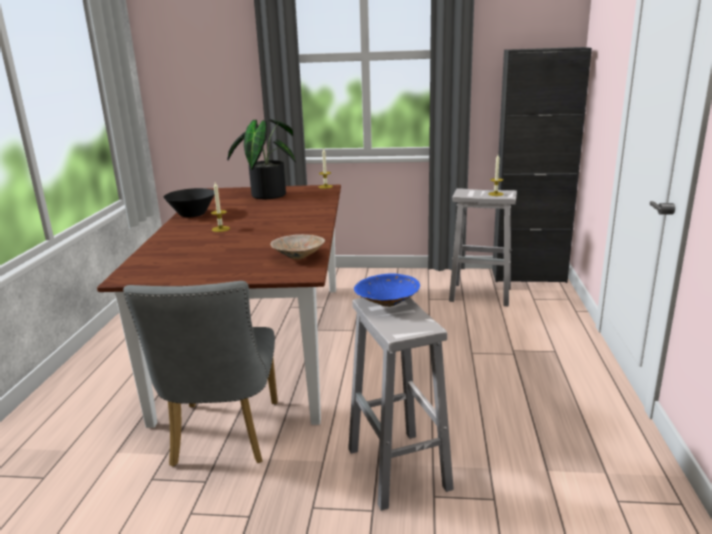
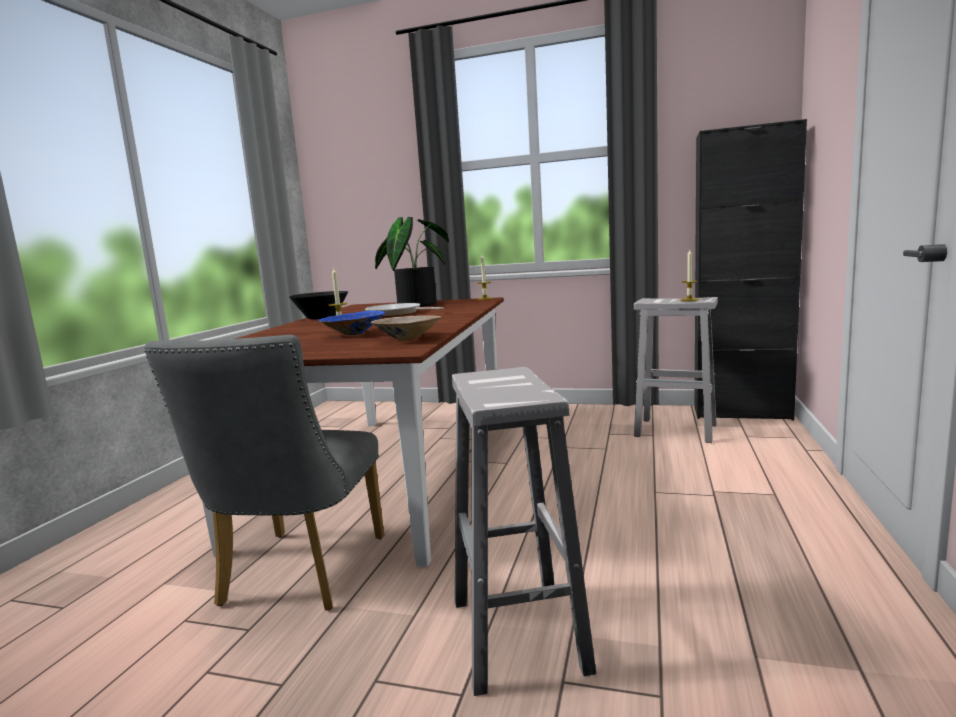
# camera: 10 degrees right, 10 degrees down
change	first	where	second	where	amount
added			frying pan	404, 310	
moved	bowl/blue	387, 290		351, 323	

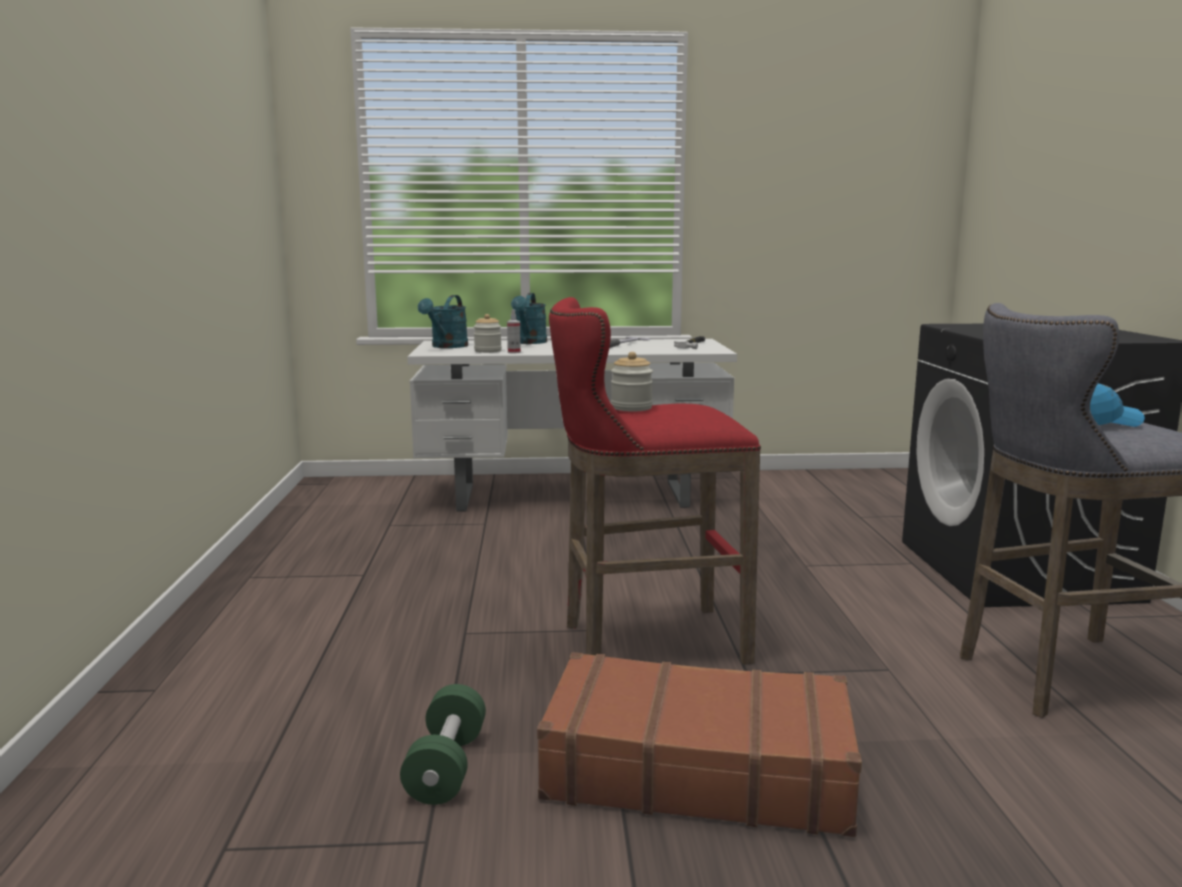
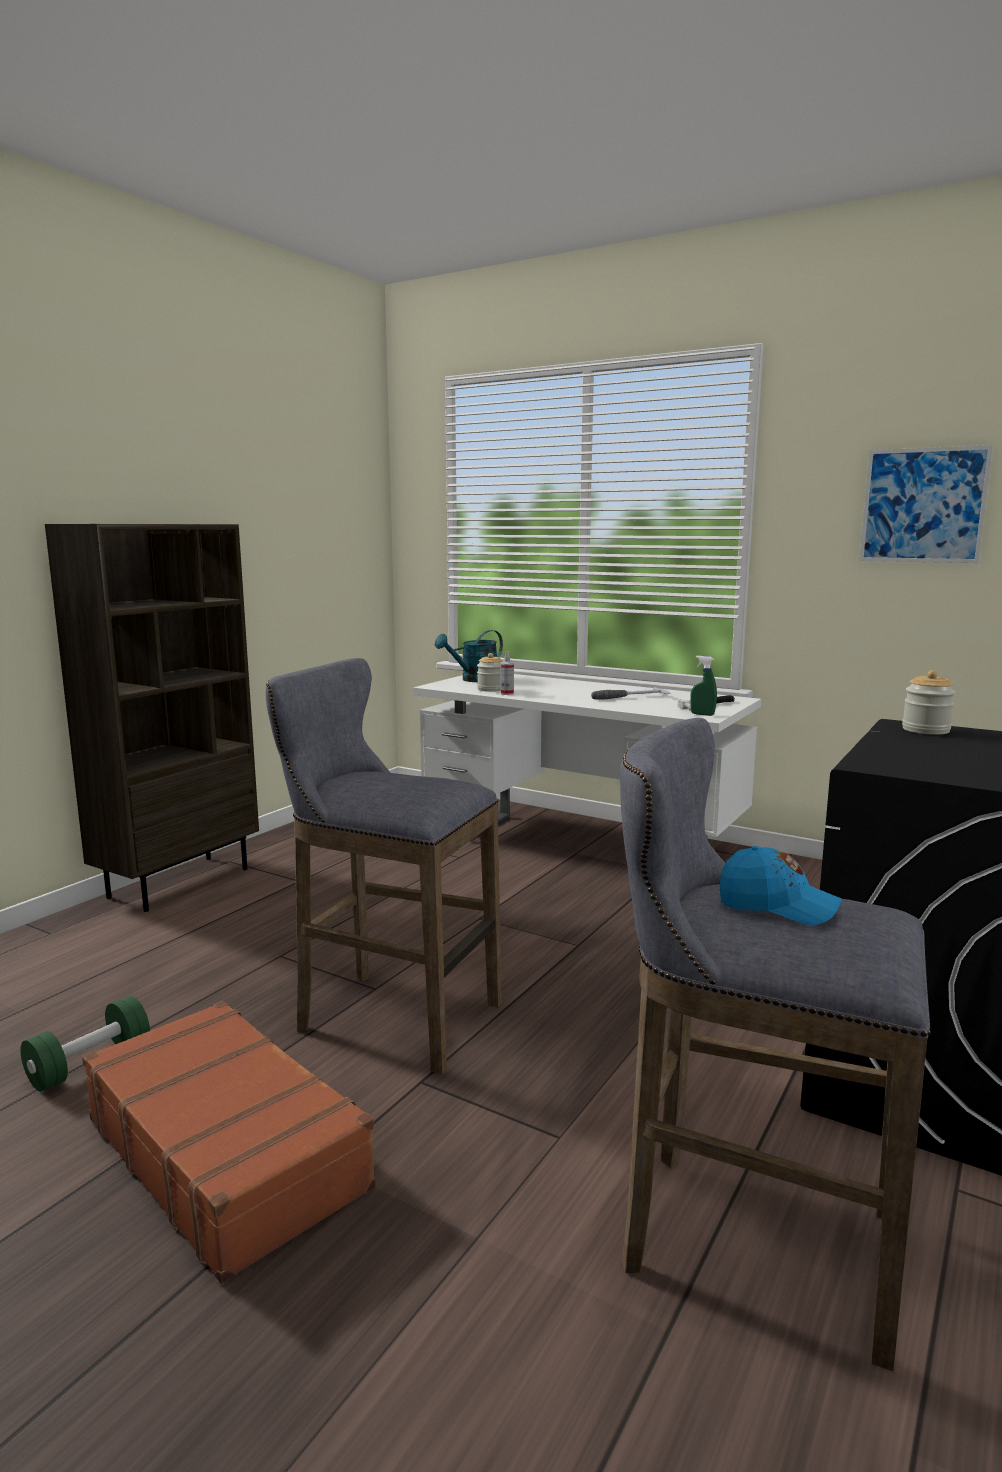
# camera: 35 degrees right, 0 degrees up
change	first	where	second	where	amount
removed	watering can/turquoise	529, 318			
added			bookcase/brown	152, 718	
added			spray bottle/green	703, 685	
added			picture	926, 504	
moved	jar	632, 381		929, 702	
recoloured	stool/red	655, 481	stool/grey	383, 866	

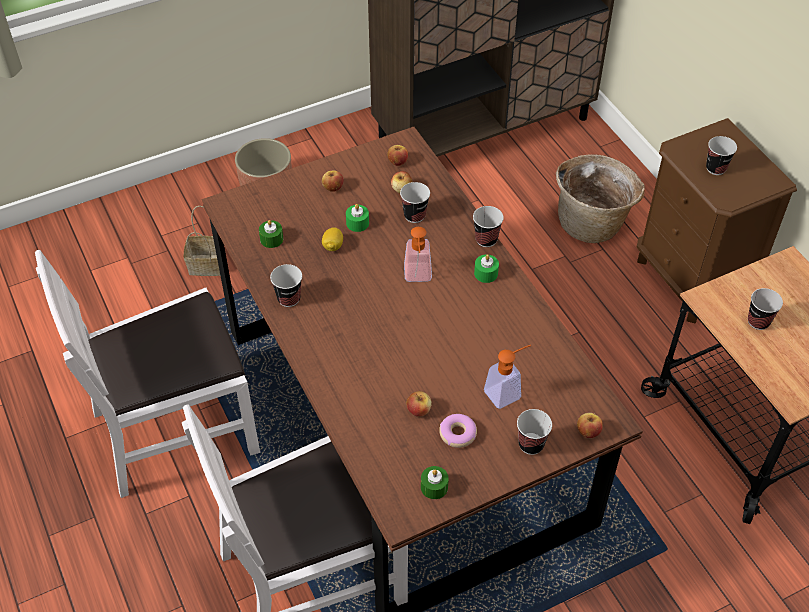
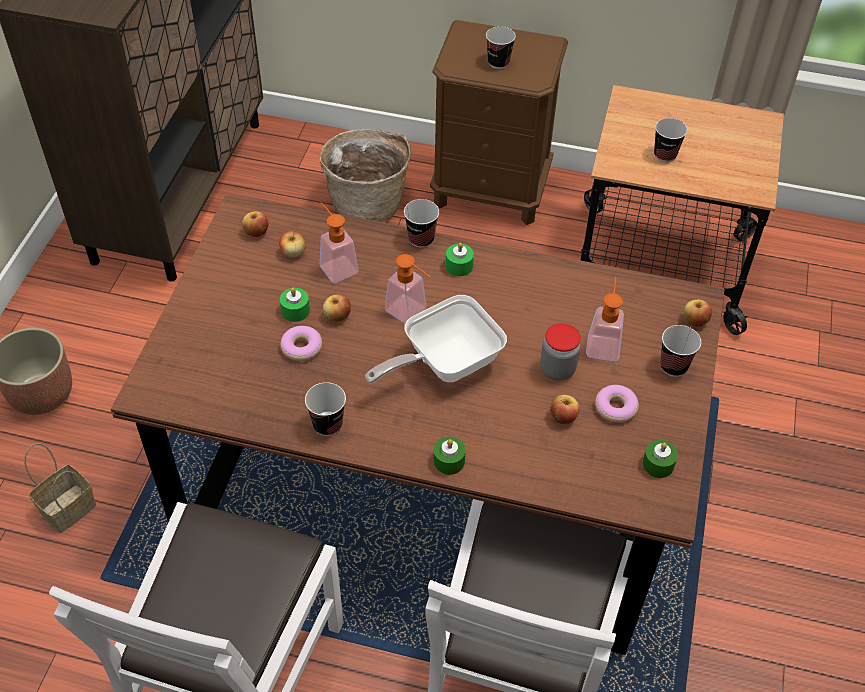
# camera: 50 degrees left, 0 degrees up
change	first	where	second	where	amount
added			frying pan	436, 339	
added			jar	560, 352	
moved	candle/green	271, 234		449, 456	
moved	apple	333, 181		337, 308	
replaced	lemon	332, 239	donut	301, 343	
replaced	cup	415, 202	soap dispenser	339, 242	

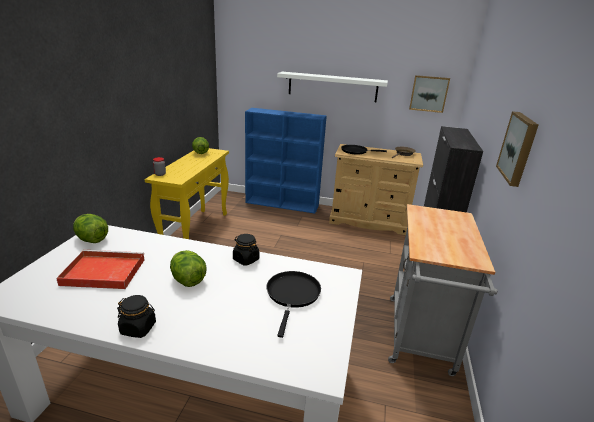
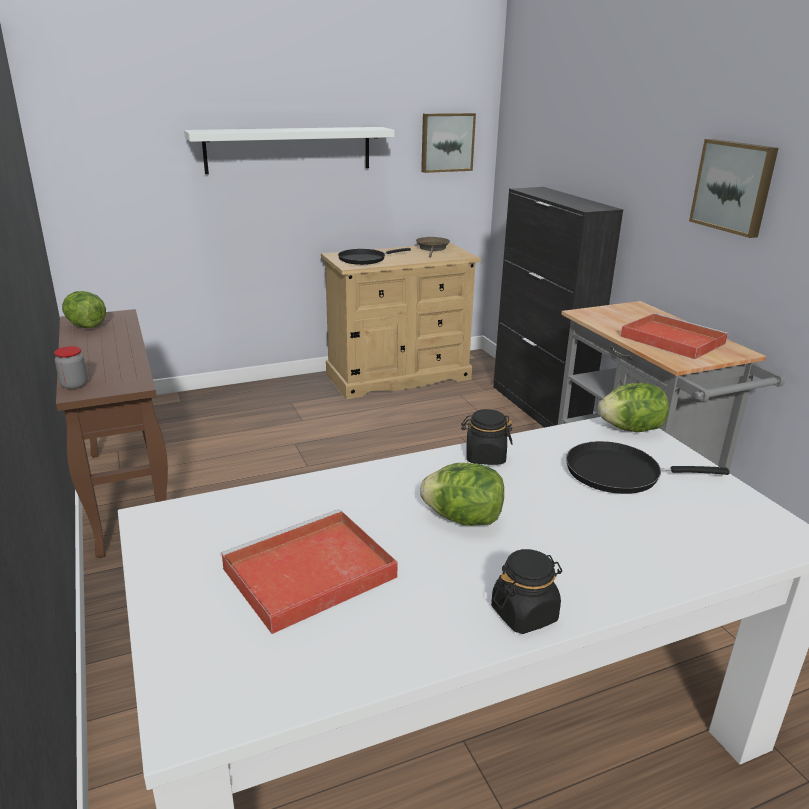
# camera: 35 degrees left, 0 degrees up
change	first	where	second	where	amount
removed	bookcase/blue	286, 161			
added			tray/red	674, 336	
moved	lettuce	90, 228		633, 407	
recoloured	console table/yellow	187, 193	console table/brown	112, 433	
turned	frying pan/black	294, 304		648, 467	60 degrees counterclockwise

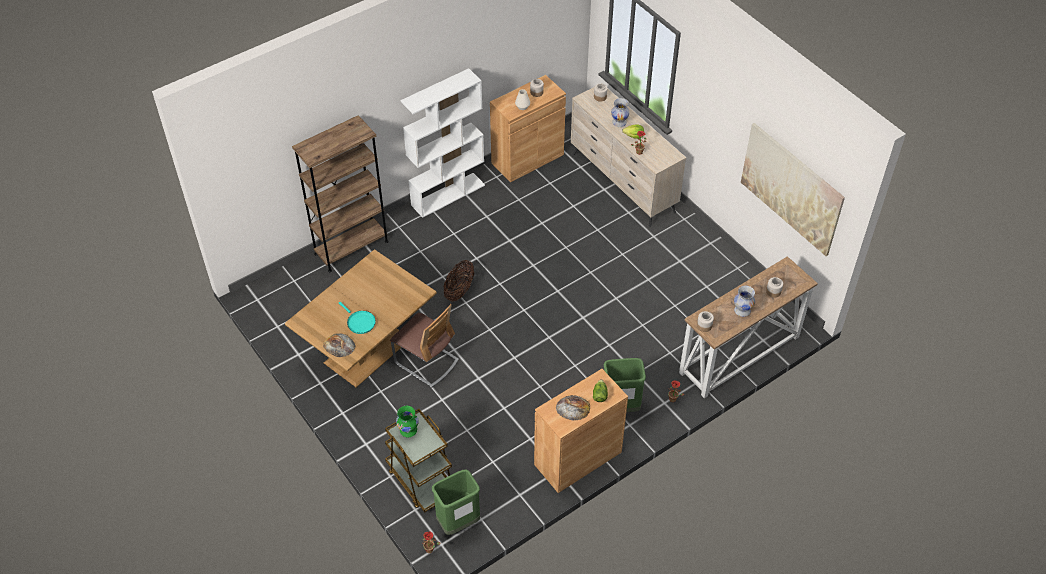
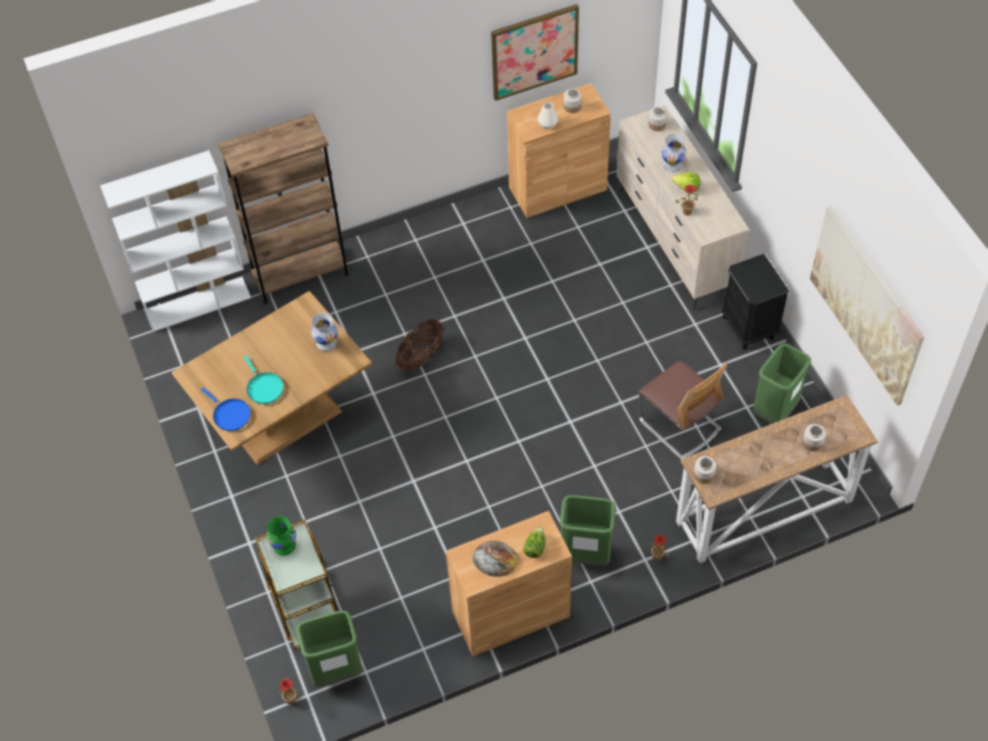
# camera: 15 degrees right, 5 degrees up
change	first	where	second	where	amount
added			picture	535, 52	
added			nightstand/black	755, 302	
added			trash can/green	781, 383	
moved	chair	424, 345		683, 410	
moved	bookcase/white	442, 143		175, 241	
moved	vase/white	744, 301		324, 332	
replaced	bread	339, 345	frying pan/blue	226, 409	

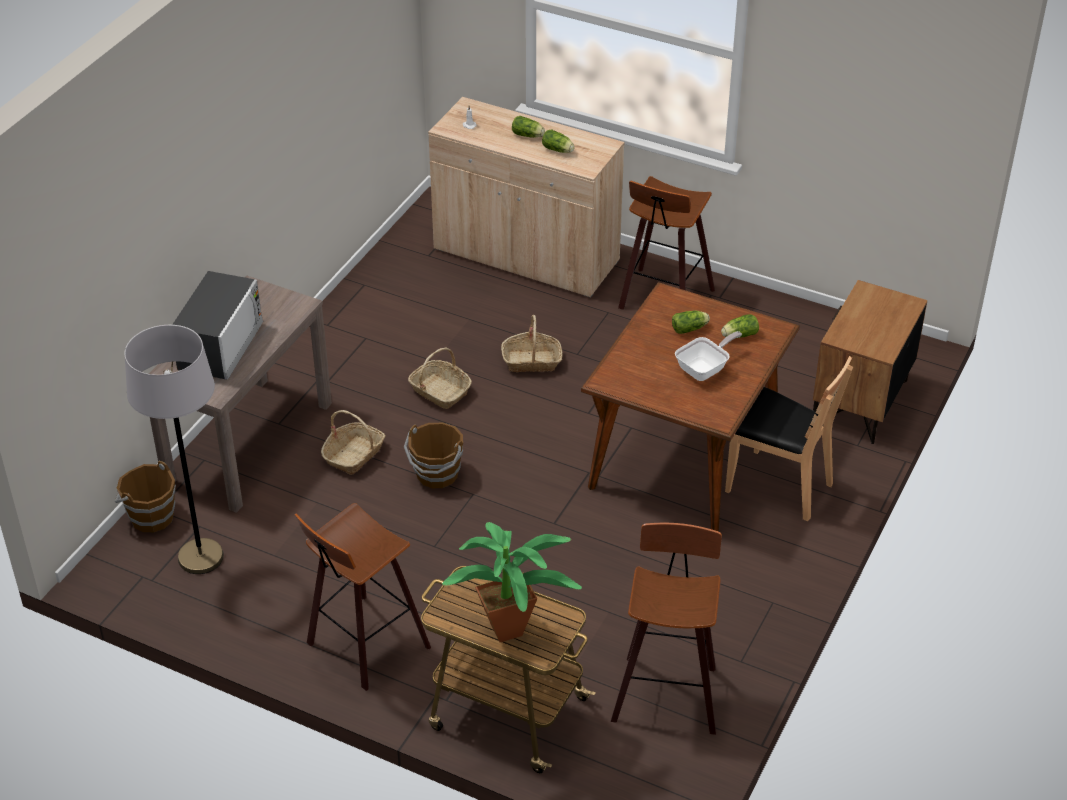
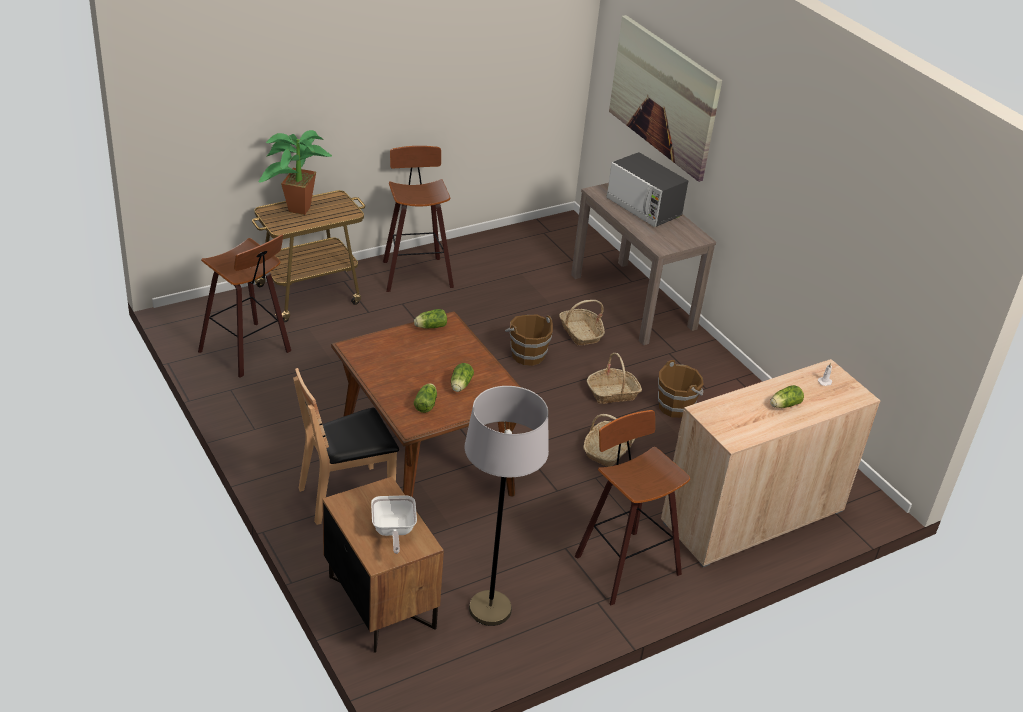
# camera: 120 degrees right, 5 degrees down
change	first	where	second	where	amount
added			picture	665, 98	
moved	bucket/brown	145, 496		681, 389	
moved	floor lamp/grey	174, 449		507, 506	
moved	lettuce	558, 141		430, 318	
moved	frying pan	708, 356		394, 524	

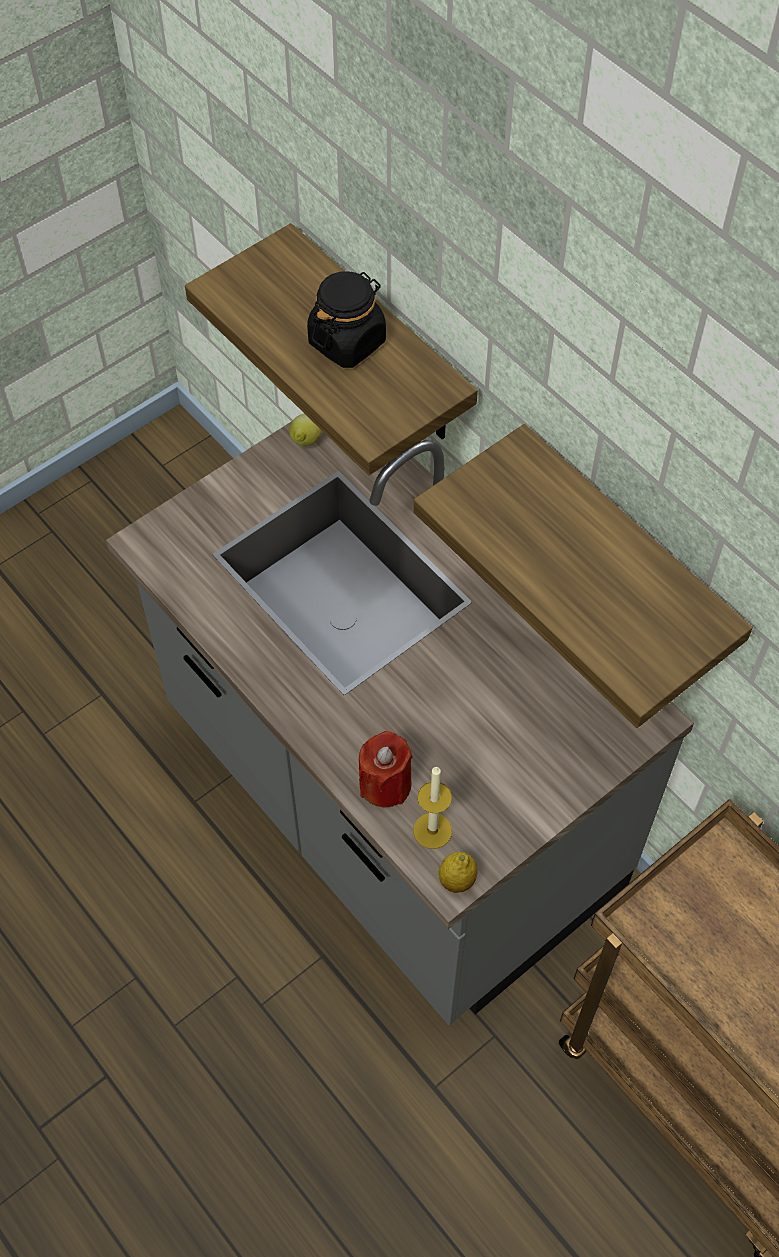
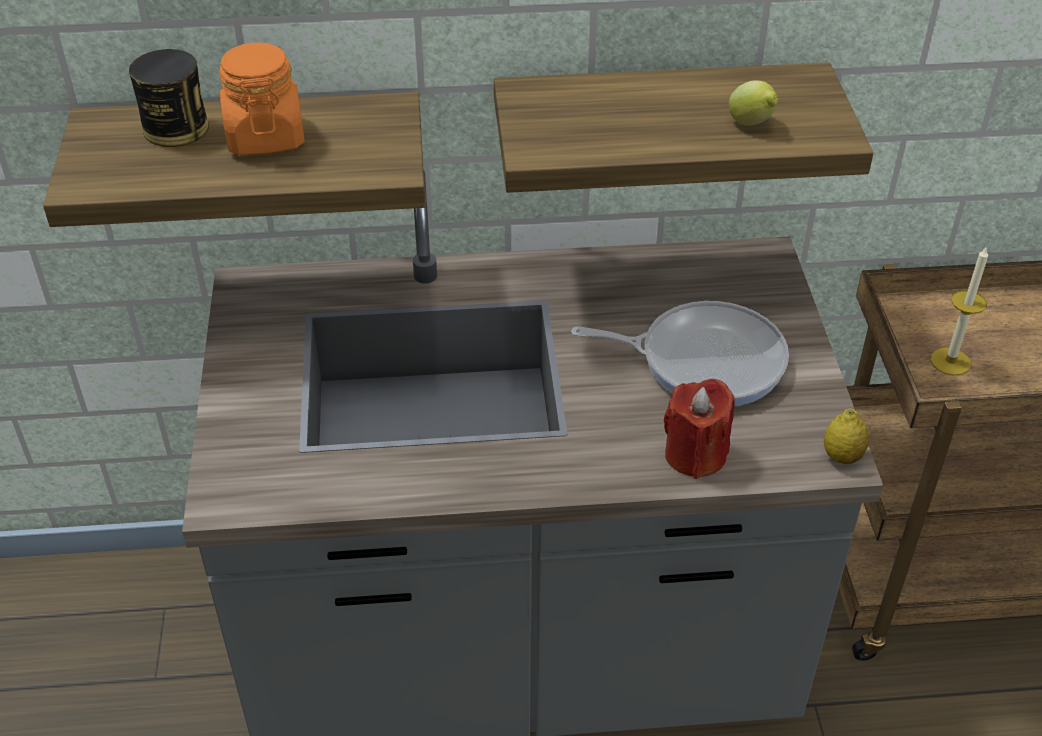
# camera: 55 degrees left, 15 degrees down
change	first	where	second	where	amount
added			can	169, 98	
added			frying pan	680, 353	
moved	lemon	305, 430		753, 103	
moved	candle	432, 807		959, 310	
recoloured	jar/black	346, 319	jar/orange	262, 98	

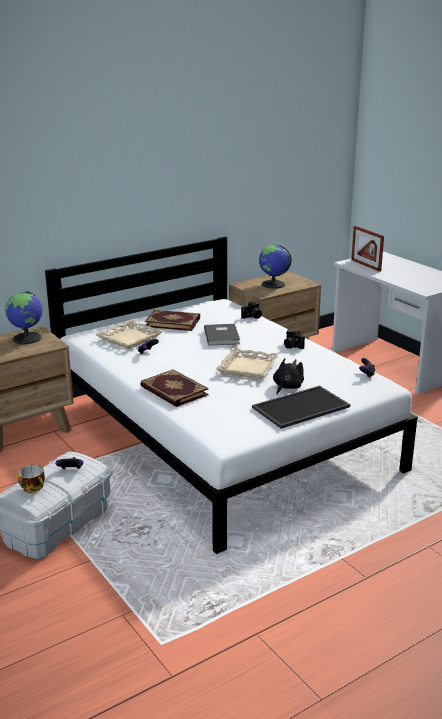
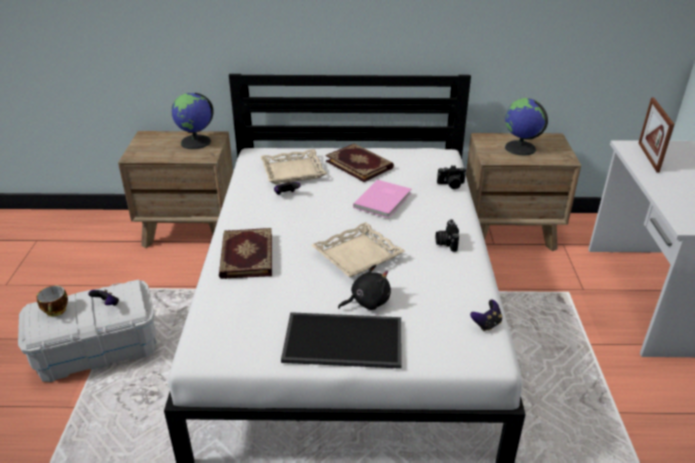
# camera: 35 degrees right, 10 degrees up
change	first	where	second	where	amount
recoloured	book/grey	222, 335	book/pink	382, 199	

